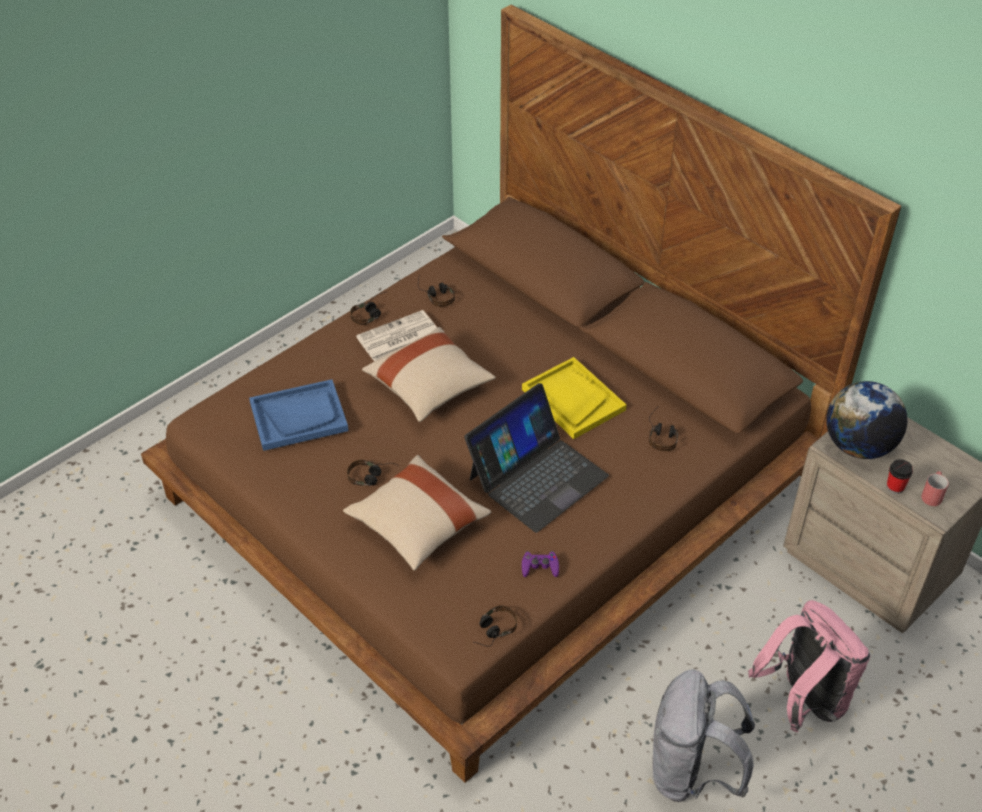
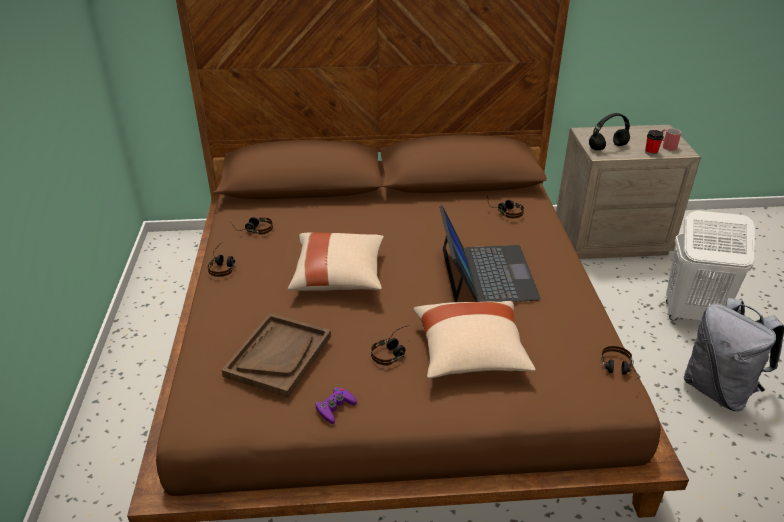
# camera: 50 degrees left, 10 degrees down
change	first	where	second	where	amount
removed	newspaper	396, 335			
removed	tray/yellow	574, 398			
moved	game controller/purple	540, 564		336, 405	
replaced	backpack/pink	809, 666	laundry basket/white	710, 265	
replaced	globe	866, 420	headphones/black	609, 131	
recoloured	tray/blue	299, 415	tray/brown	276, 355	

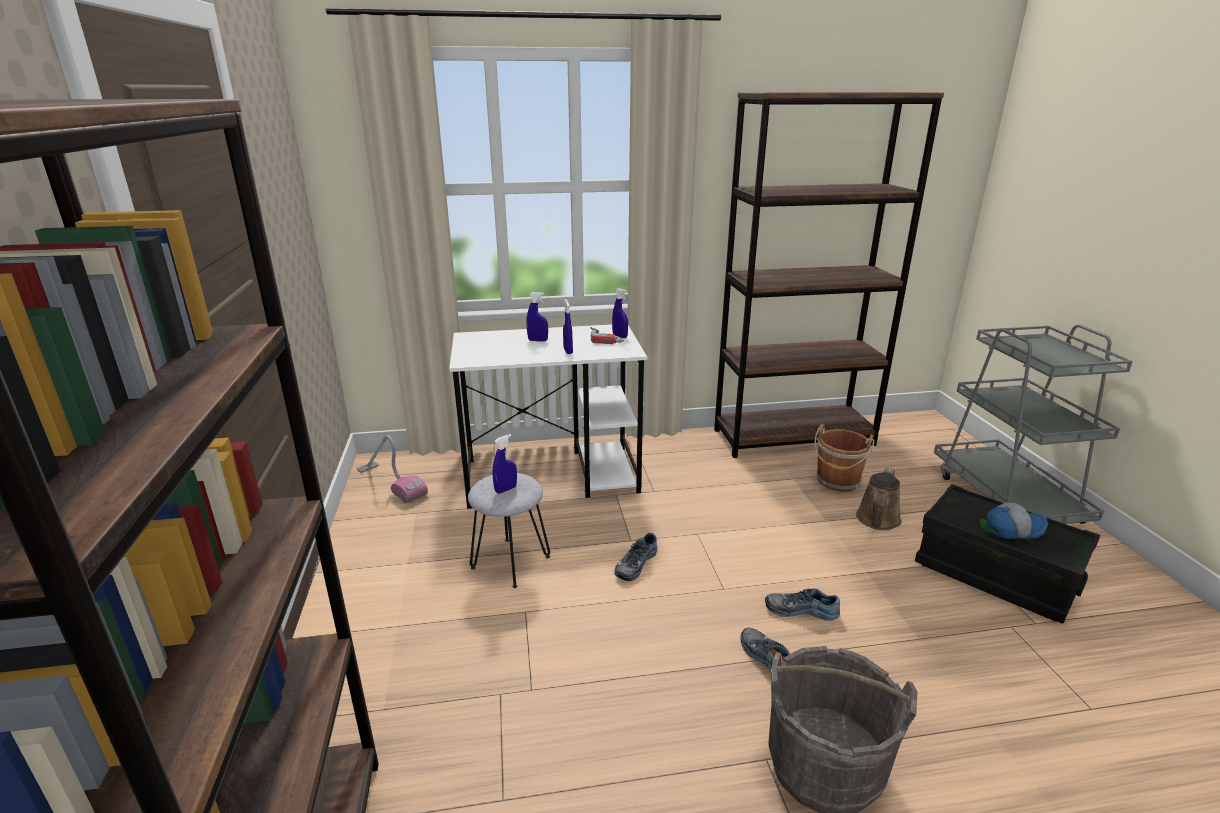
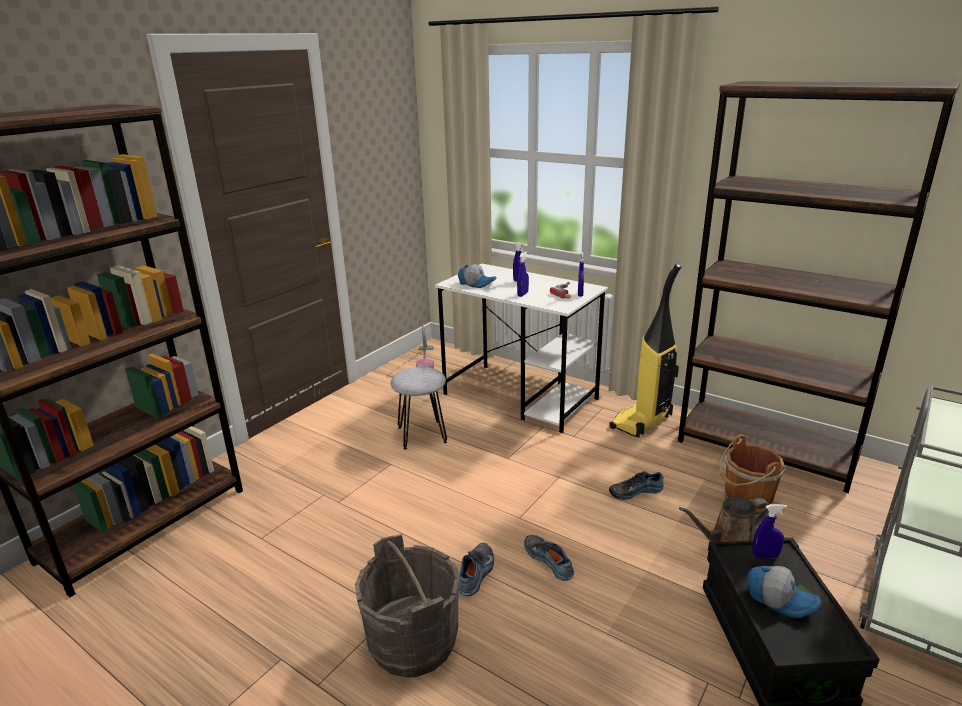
# camera: 45 degrees right, 0 degrees up
change	first	where	second	where	amount
added			cap	477, 276	
added			vacuum cleaner	645, 350	
moved	spray bottle/blue	505, 464		770, 531	
moved	shoe	636, 557		636, 485	

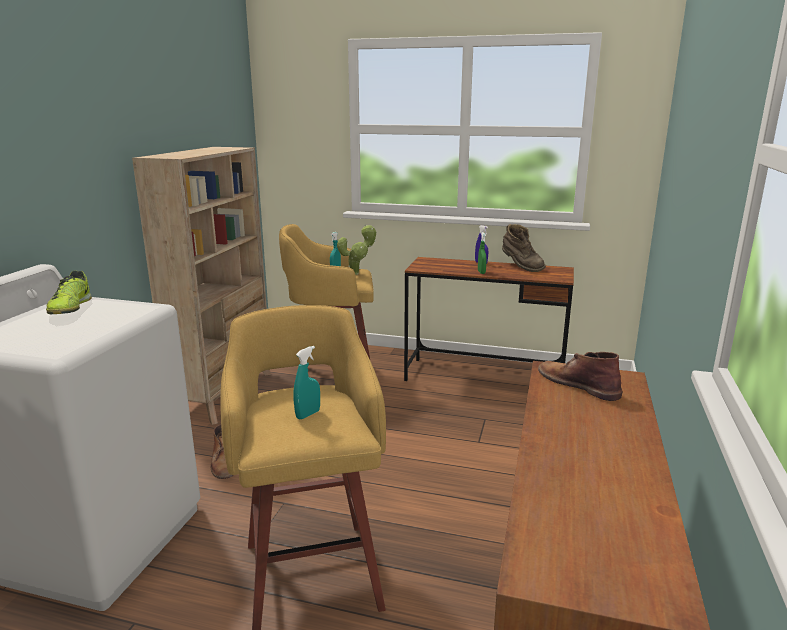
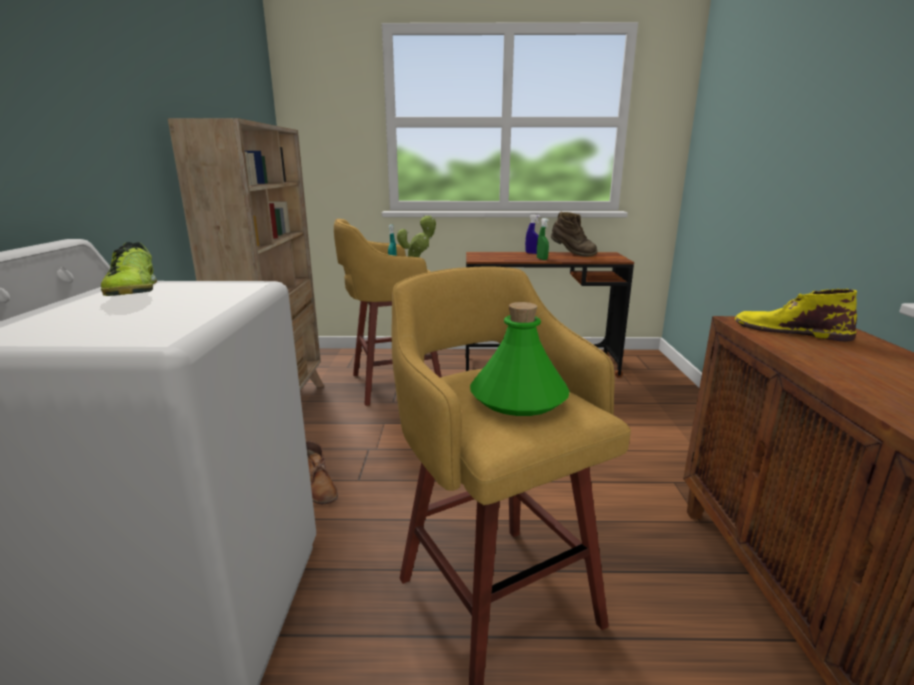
# camera: 15 degrees left, 0 degrees up
change	first	where	second	where	amount
replaced	spray bottle/turquoise	306, 382	bottle/green	520, 359	
recoloured	boot/brown	580, 376	boot/yellow	796, 315	

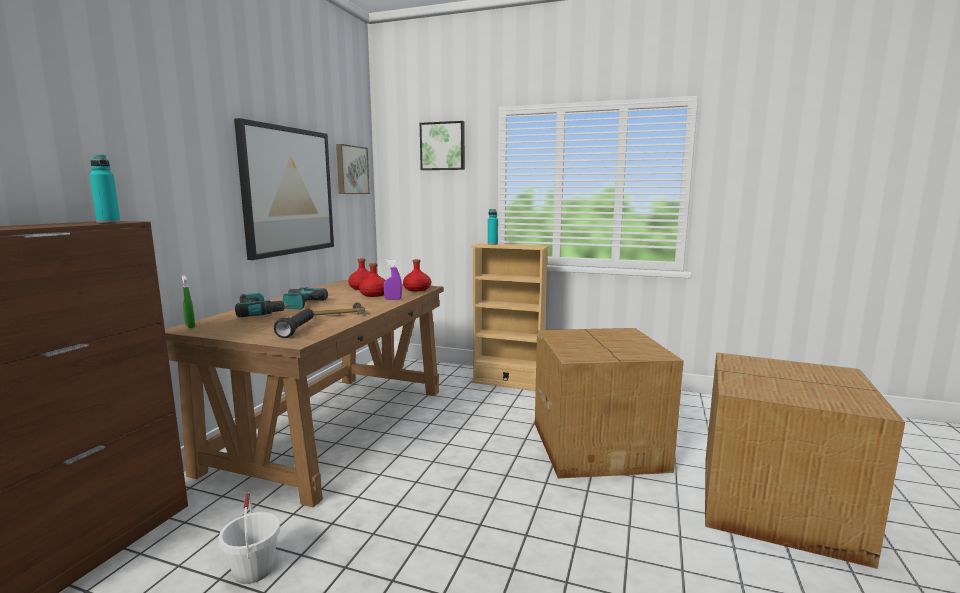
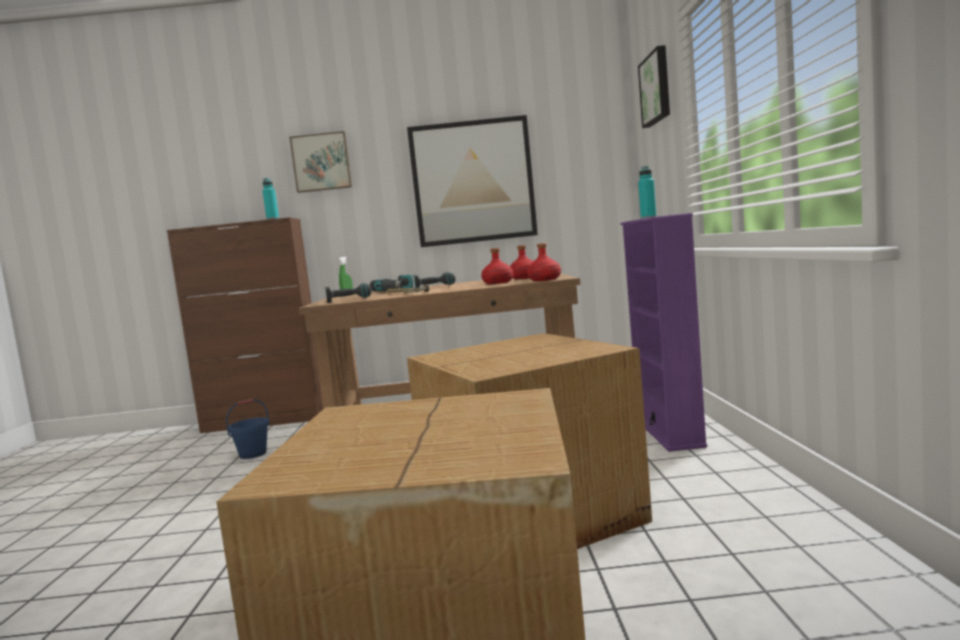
# camera: 70 degrees right, 5 degrees down
change	first	where	second	where	amount
removed	spray bottle/purple	393, 279			
moved	picture	353, 169		320, 162	
replaced	flashlight/black	294, 323	power drill	348, 293	
recoloured	bucket/white	249, 538	bucket/blue	248, 429	
recoloured	bookcase/beige	510, 317	bookcase/purple	663, 332	

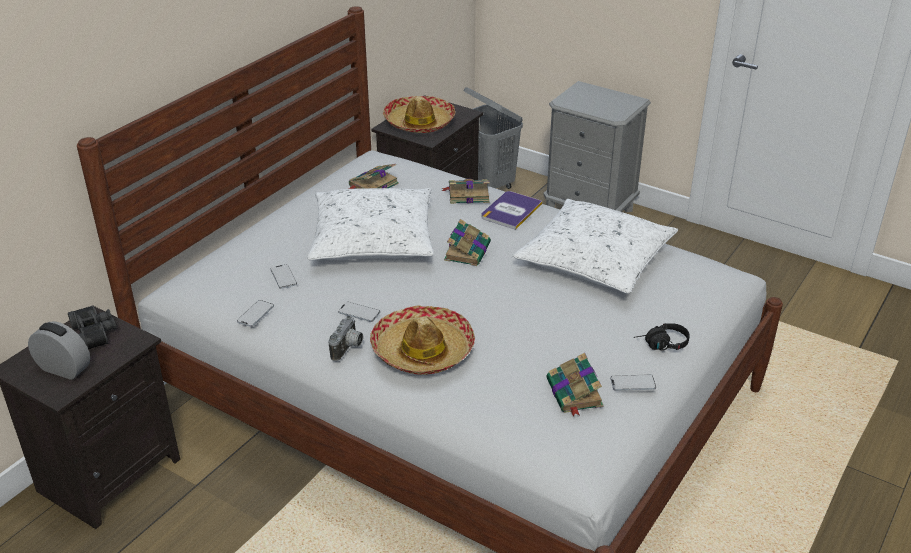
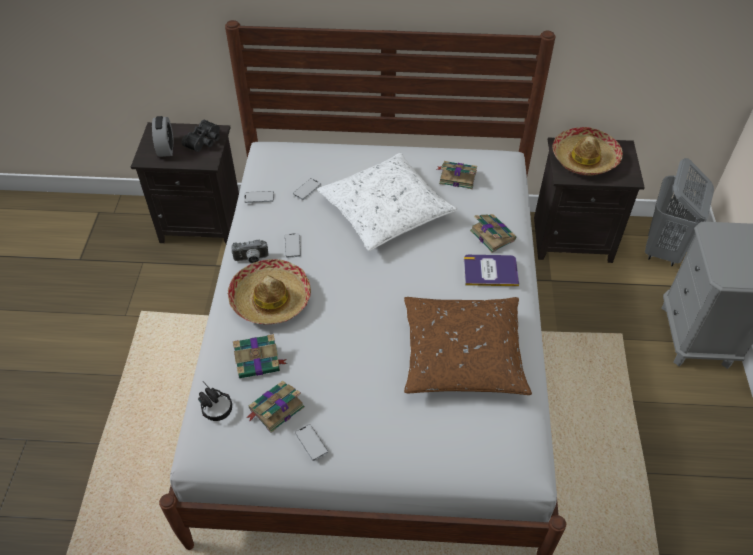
# camera: 60 degrees right, 15 degrees up
change	first	where	second	where	amount
moved	book	467, 242		260, 356	
moved	headphones/black	661, 337		215, 401	
recoloured	pillow/white	595, 246	pillow/brown	468, 346	

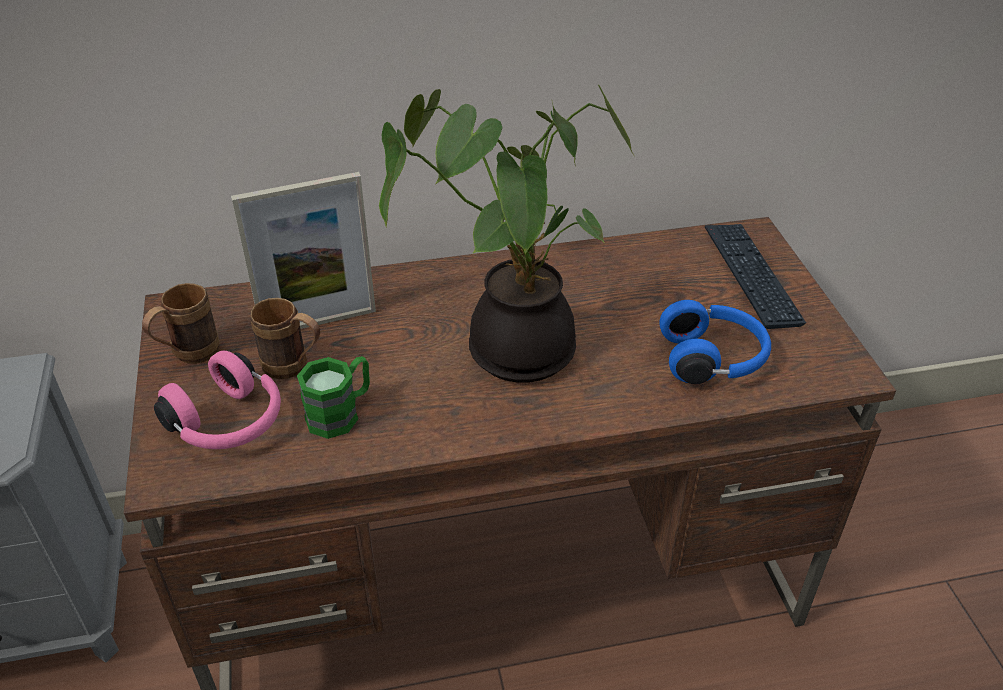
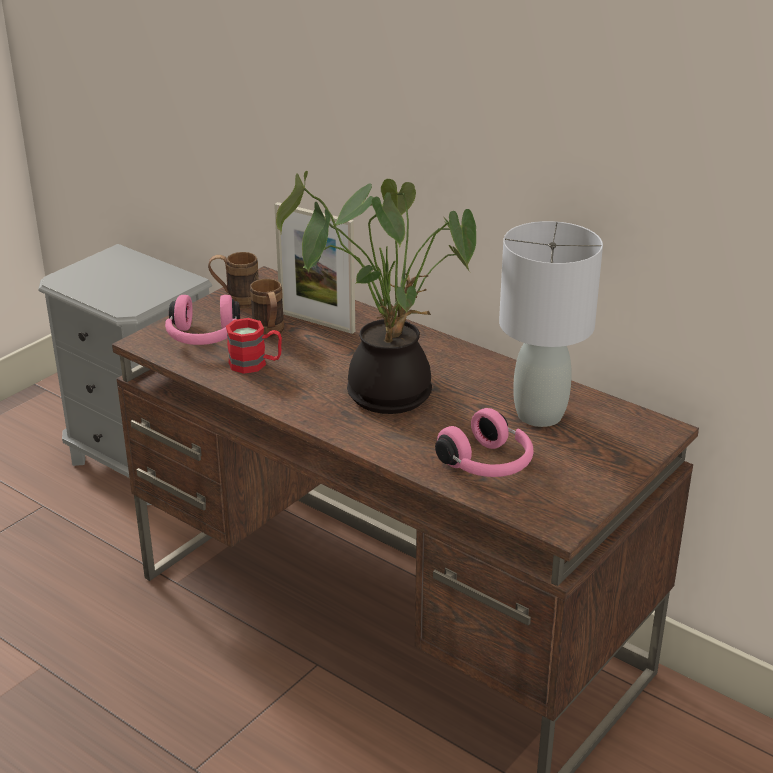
# camera: 50 degrees right, 10 degrees down
change	first	where	second	where	amount
removed	keyboard	755, 276			
added			table lamp/grey	551, 324	
recoloured	mug/green	333, 397	mug/red	254, 346	
recoloured	headphones/blue	715, 342	headphones/pink	484, 442	

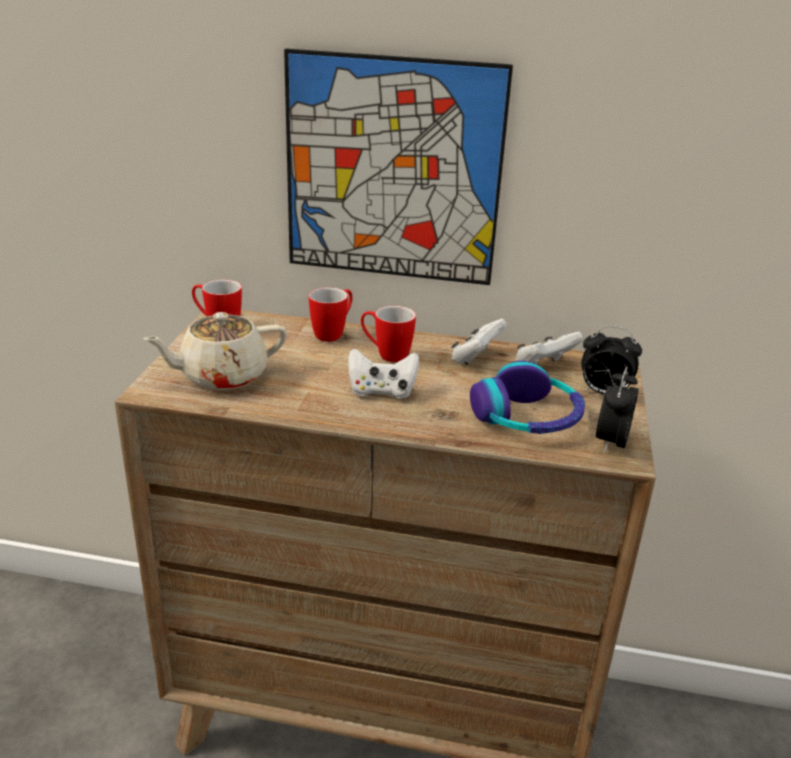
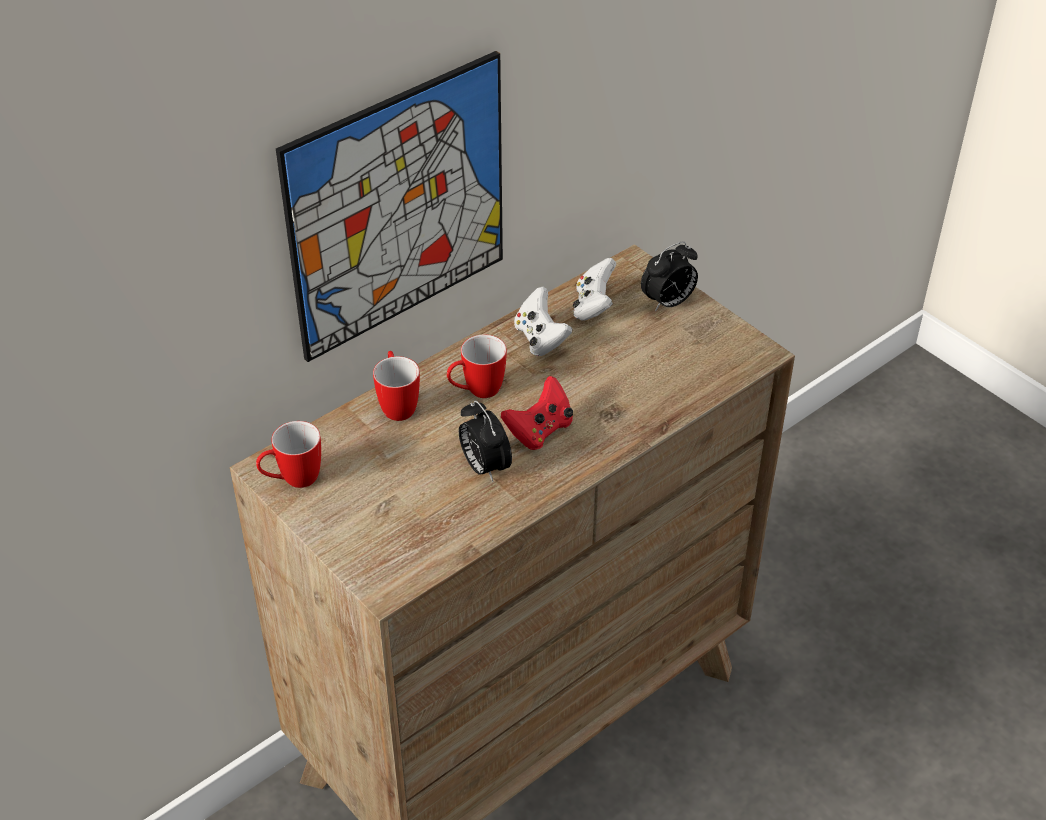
# camera: 50 degrees left, 15 degrees up
change	first	where	second	where	amount
removed	teapot/beige	215, 351			
removed	headphones	527, 397			
moved	alarm clock	617, 409		485, 441	
recoloured	game controller/white	383, 373	game controller/red	537, 413	

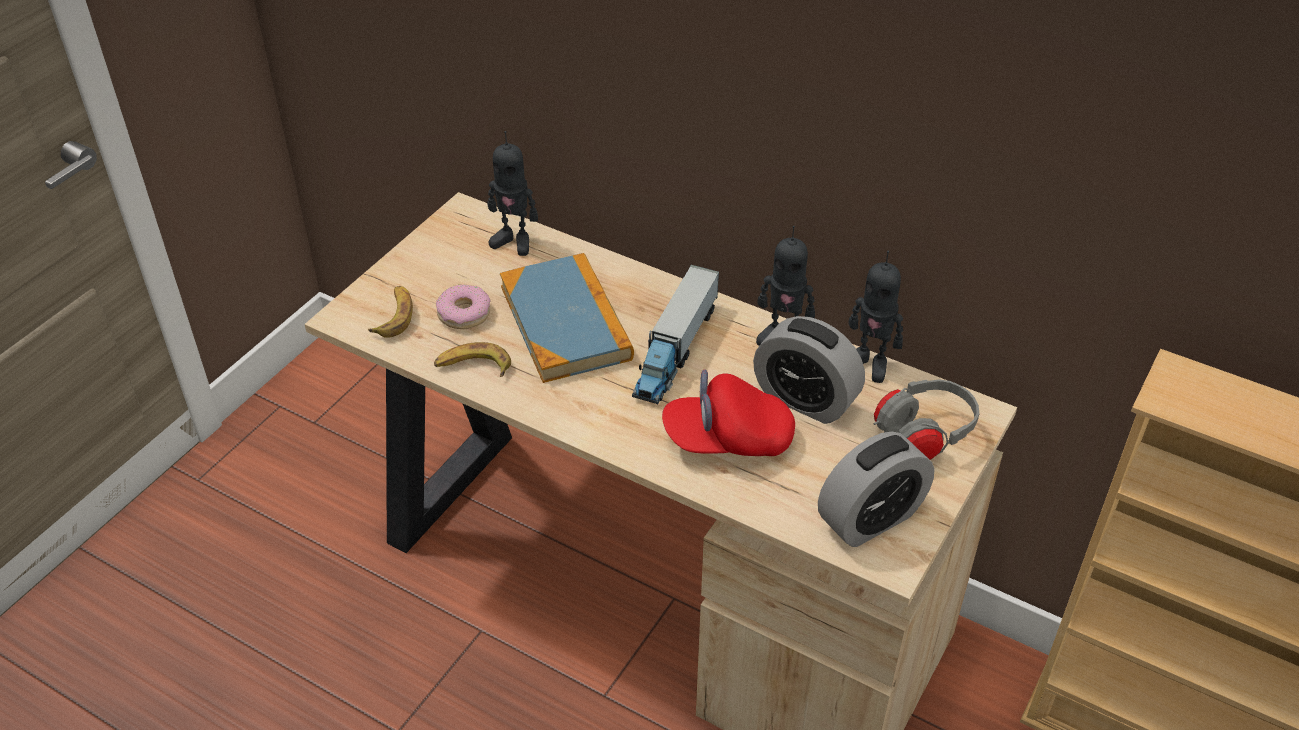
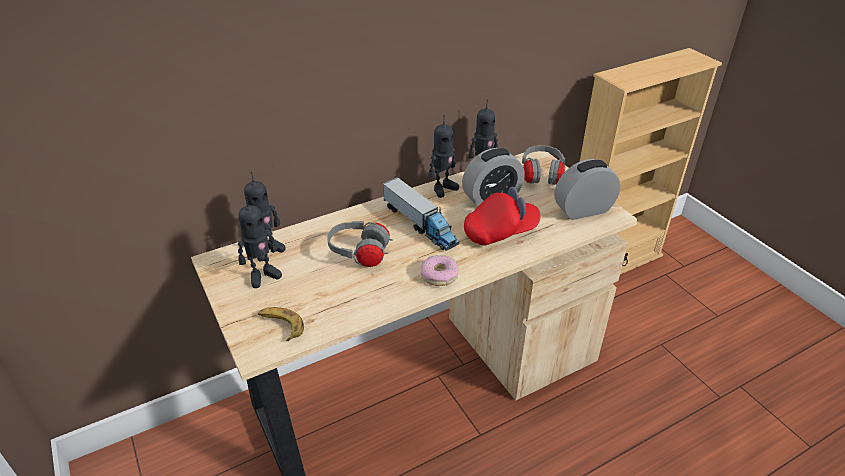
# camera: 60 degrees left, 5 degrees down
change	first	where	second	where	amount
removed	banana	472, 359			
added			toy robot	260, 242	
moved	donut	463, 306		439, 270	
replaced	book	567, 318	headphones/grey	360, 244	
turned	cap/red	728, 413		502, 216	135 degrees counterclockwise
turned	alarm clock	876, 489		588, 189	105 degrees counterclockwise

